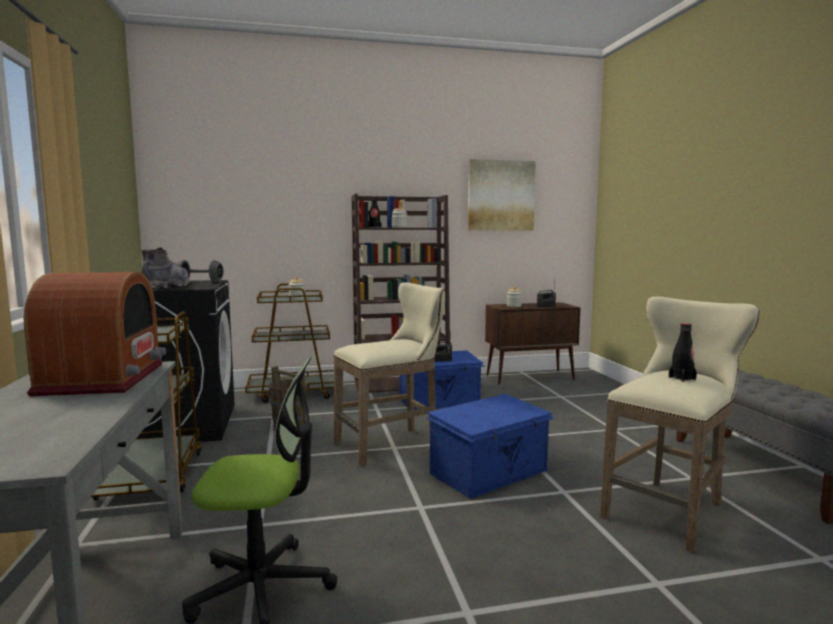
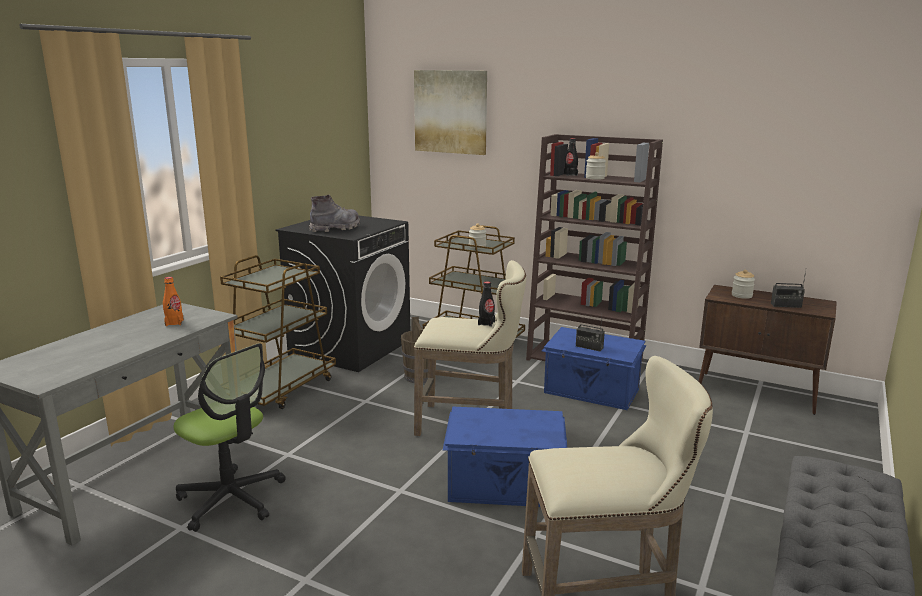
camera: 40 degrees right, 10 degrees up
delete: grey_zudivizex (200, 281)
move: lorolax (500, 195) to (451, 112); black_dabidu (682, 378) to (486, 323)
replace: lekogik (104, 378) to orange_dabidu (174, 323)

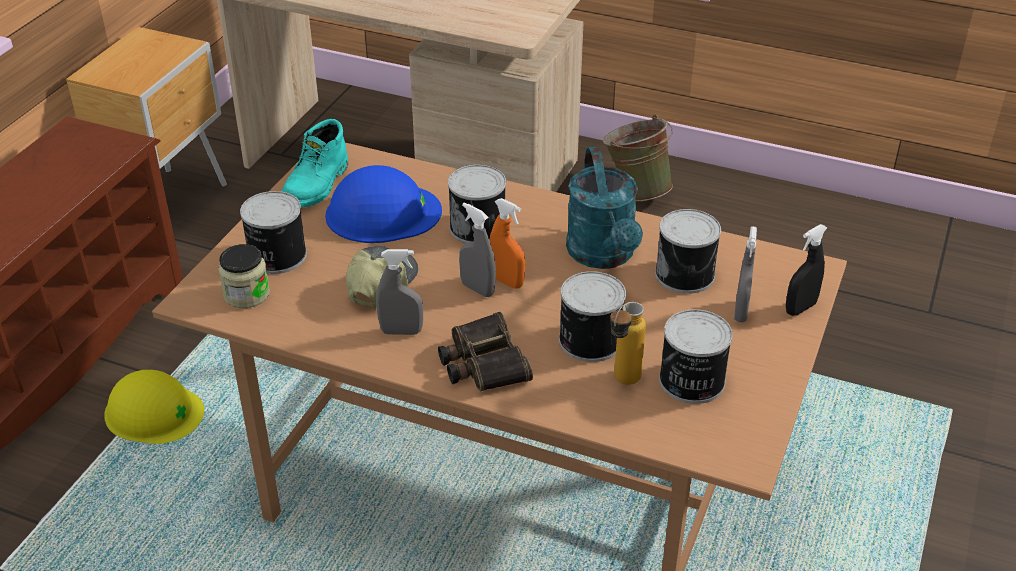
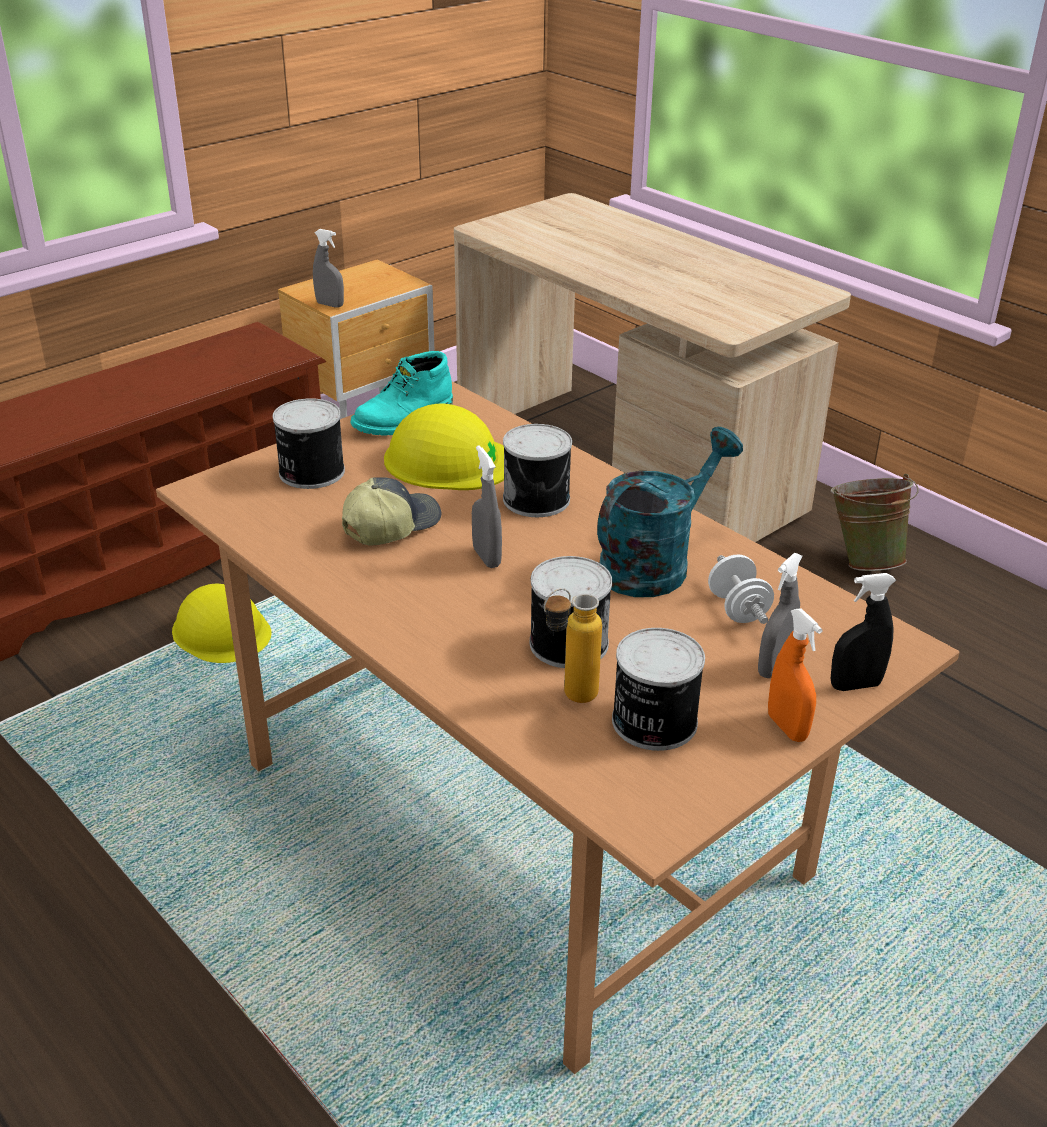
camera: 25 degrees right, 5 degrees down
delete: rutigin (246, 294); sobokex (482, 362)
move: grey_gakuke (401, 331) to (330, 305); orange_gakuke (506, 281) to (787, 727)
replace: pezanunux (686, 274) to white_zudivizex (738, 609)
recolor: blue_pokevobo (382, 213) to yellow_pokevobo (448, 460)
rotate: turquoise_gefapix (604, 256) = (655, 563) 150 degrees counterclockwise

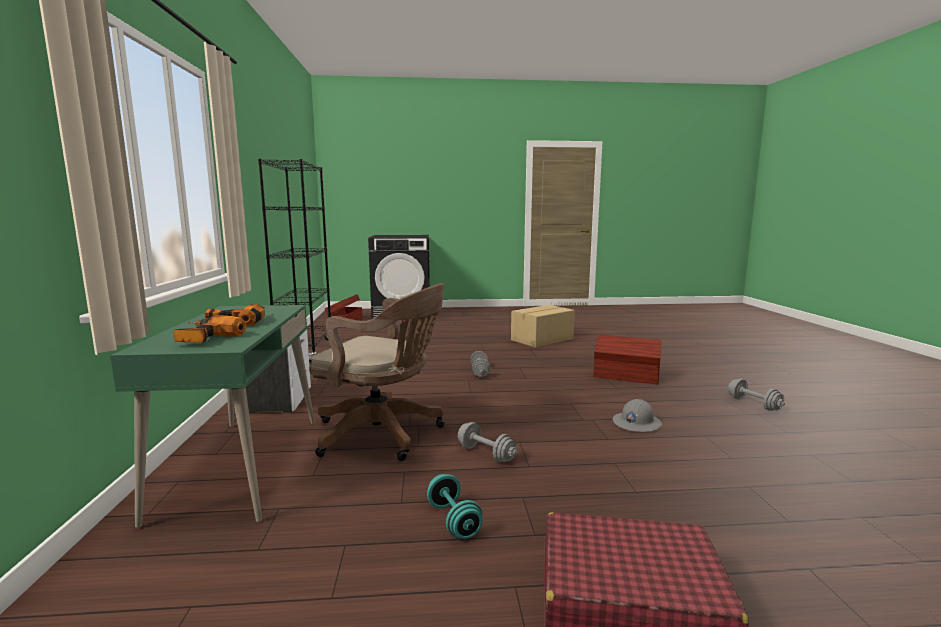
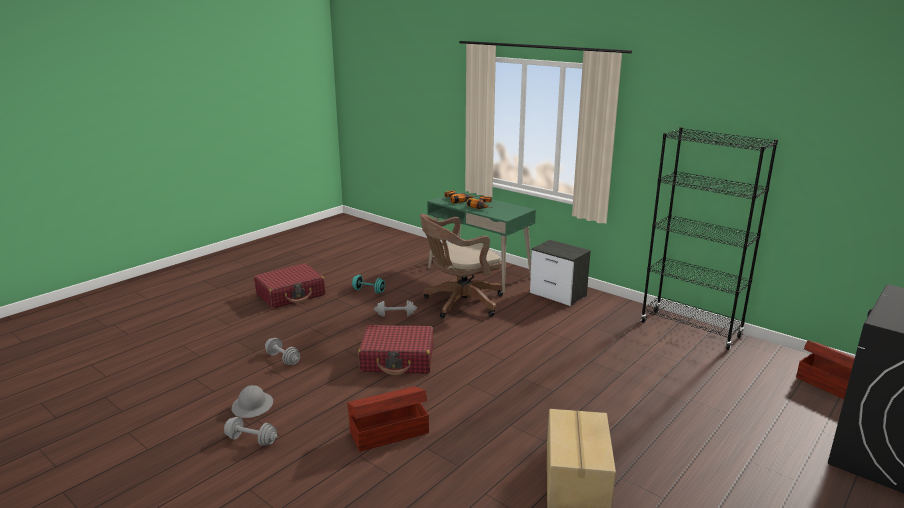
camera: 135 degrees right, 10 degrees up
insert: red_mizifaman (398, 359)
move: grey_pokevobo (636, 423) to (253, 406); grey_zudivizex (480, 372) to (283, 359)

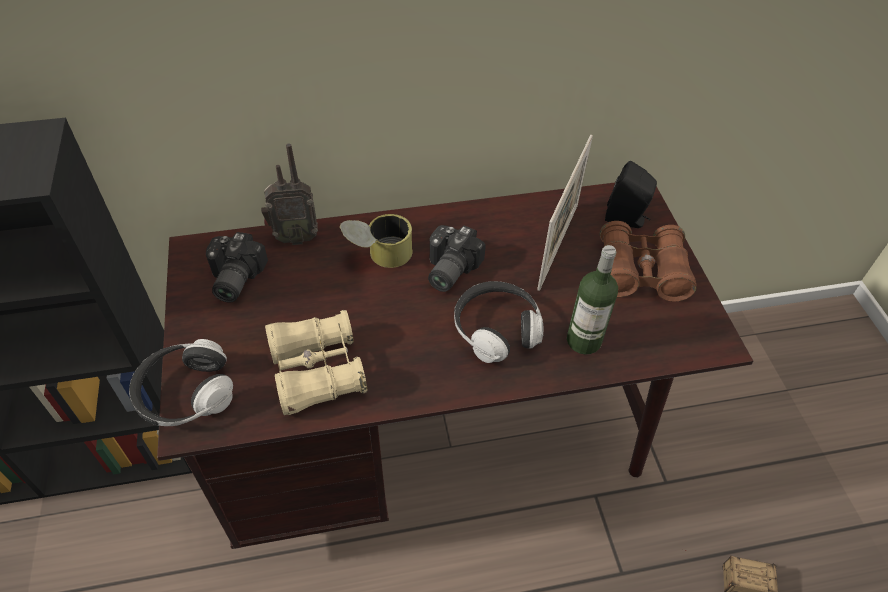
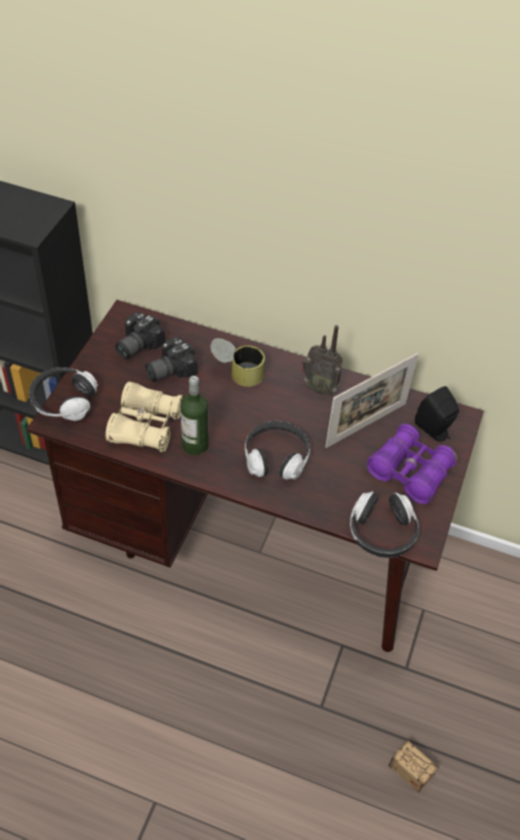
camera: 30 degrees right, 0 degrees up
insert: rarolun (382, 532)
move: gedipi (447, 269) to (168, 369); dabidu (583, 340) to (195, 445); lekogik (294, 237) to (319, 387)
recolor: brown_sobokex (640, 272) to purple_sobokex (410, 471)

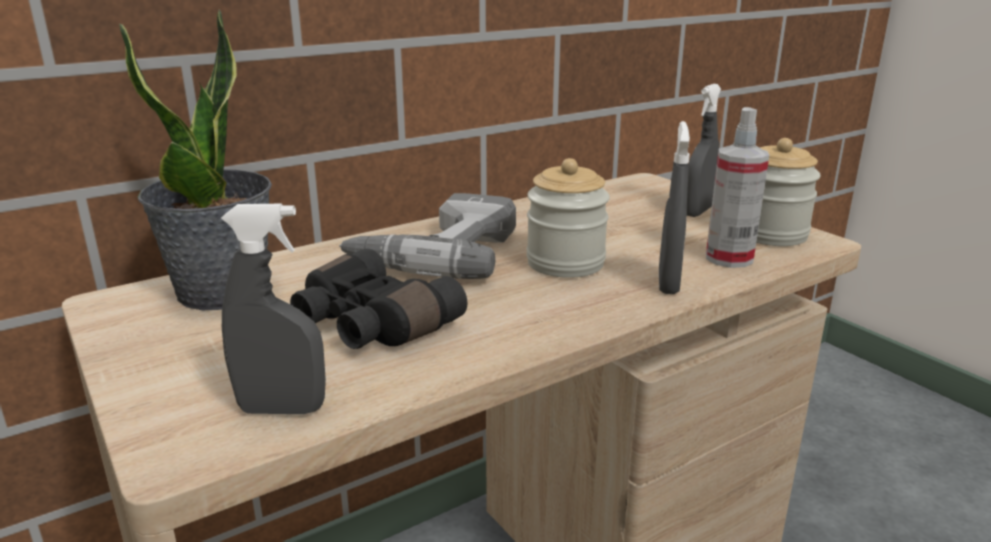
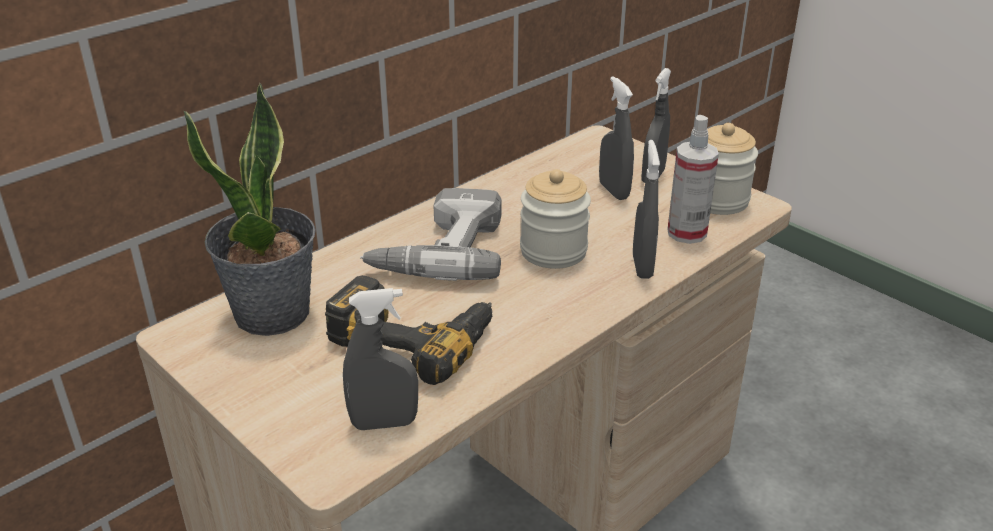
camera: 10 degrees left, 10 degrees up
insert: grey_gakuke (613, 191)
replace: black_sobokex (370, 325) to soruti (415, 336)

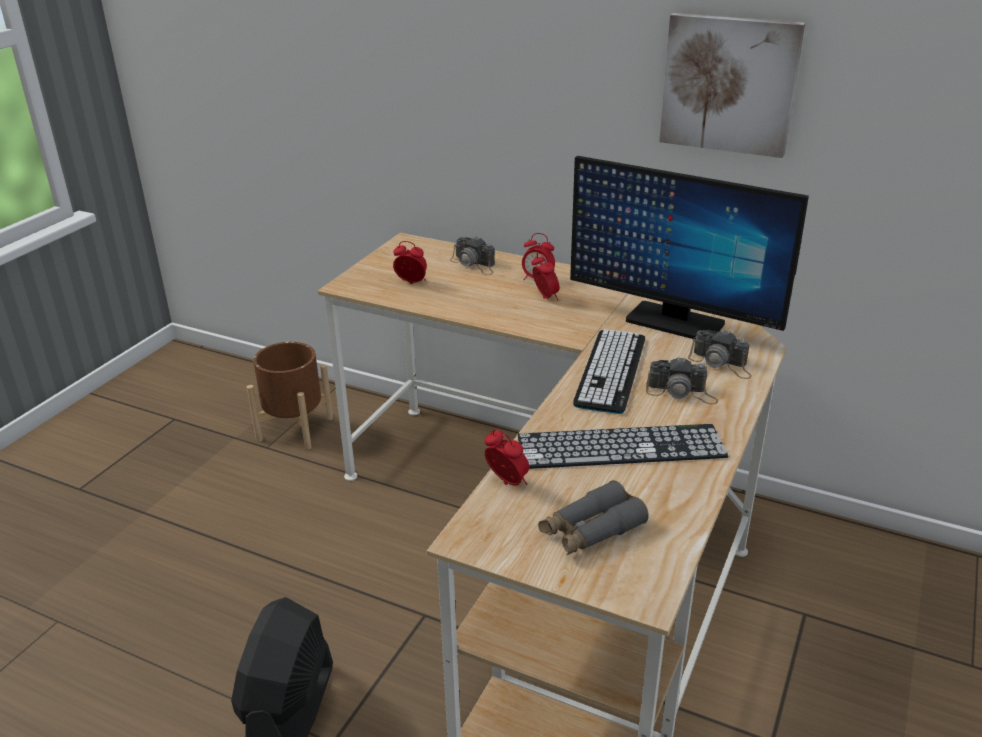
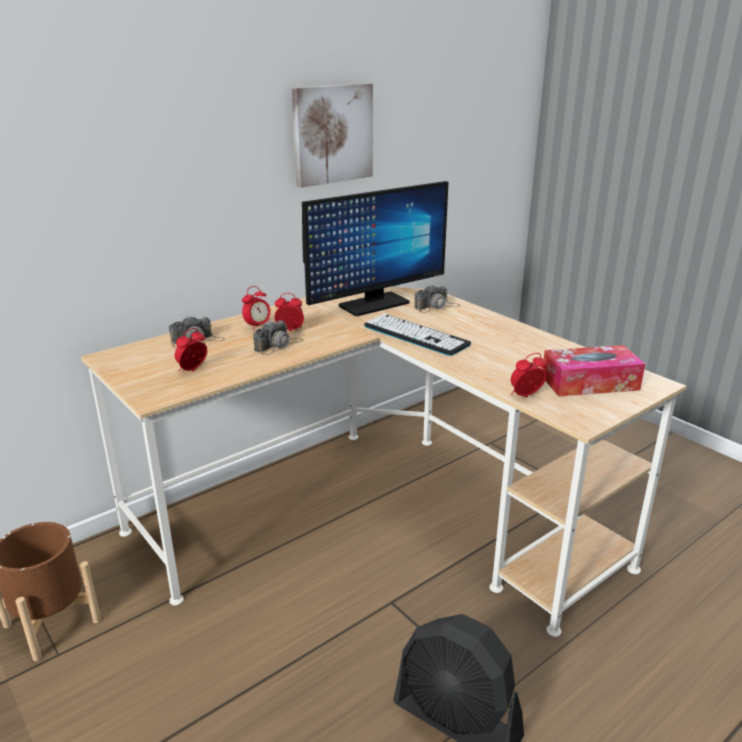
camera: 65 degrees left, 5 degrees down
delete: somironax (620, 446)
move: gedipi (681, 392) to (279, 345)
replace: grey_sobokex (591, 530) to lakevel (589, 383)

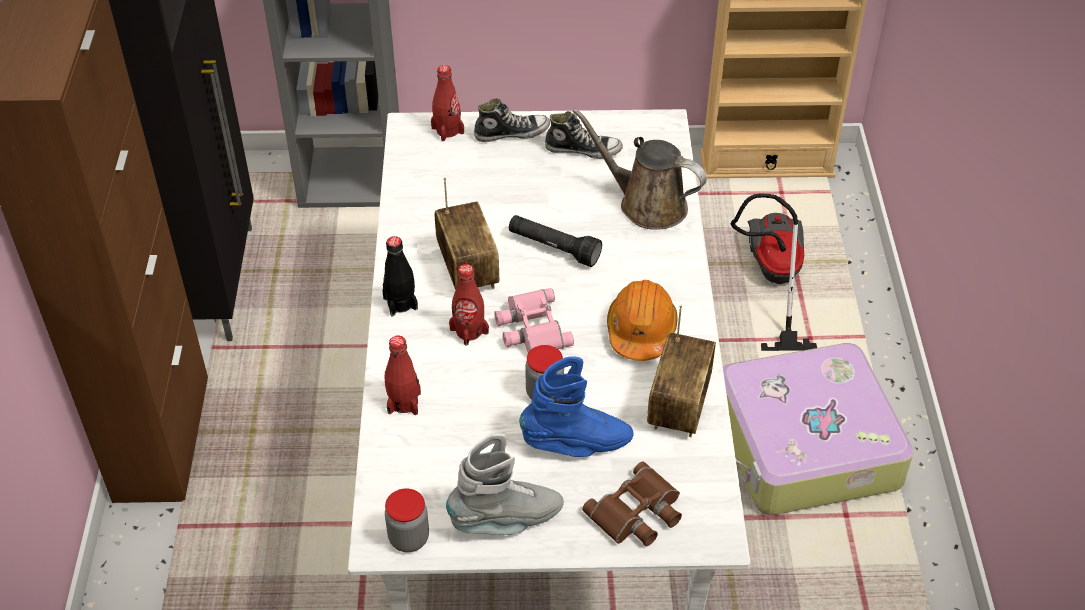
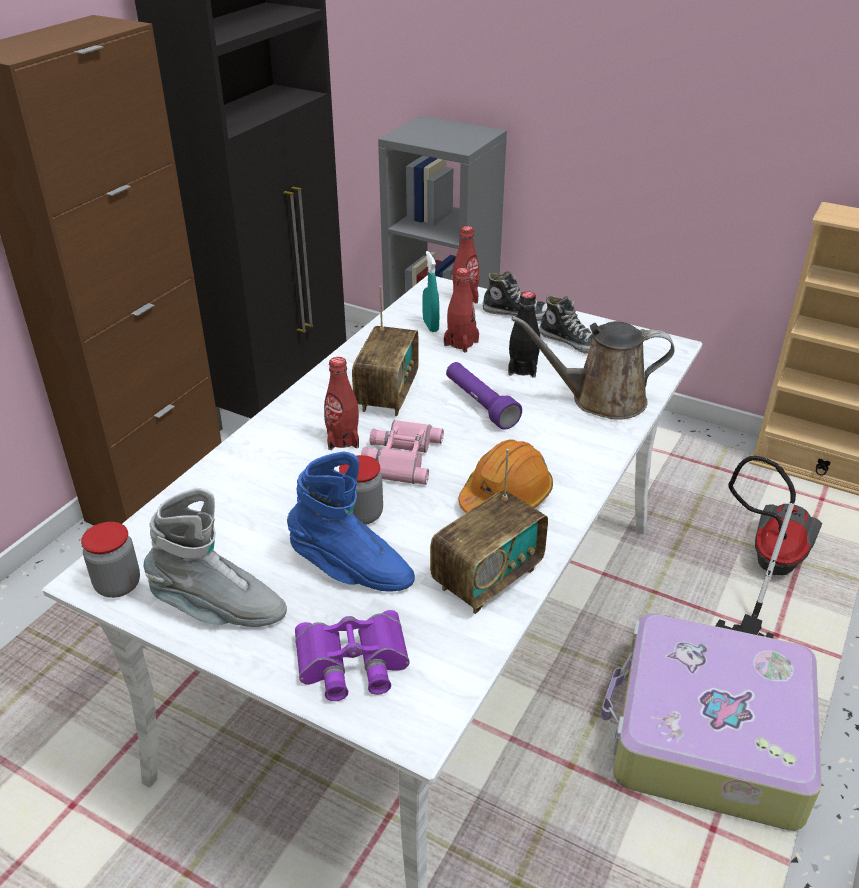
camera: 30 degrees right, 10 degrees down
insert: turquoise_gakuke (430, 326)
move: red_dabidu (404, 402) to (461, 343); black_dabidu (400, 303) to (522, 369)
recolor: brown_sobokex (637, 513) to purple_sobokex (352, 663); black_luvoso (553, 248) to purple_luvoso (480, 404)
rotate: brown_gefapix (646, 204) = (601, 400) 60 degrees counterclockwise

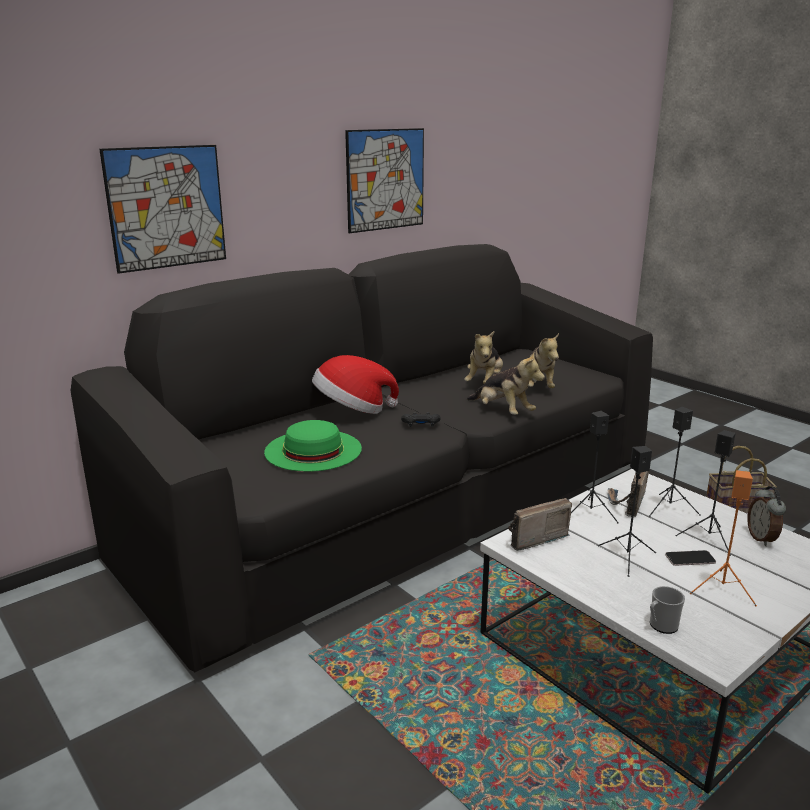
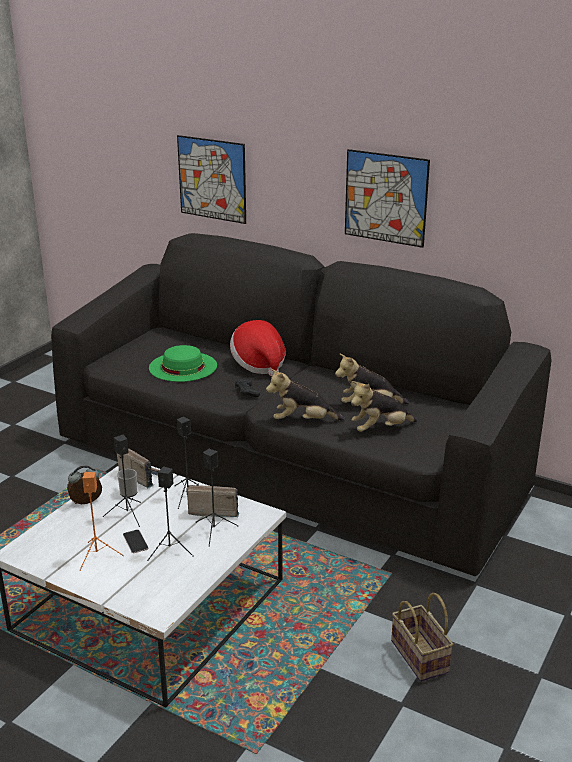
camera: 70 degrees right, 5 degrees up
move: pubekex (762, 538) to (86, 503); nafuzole (661, 626) to (127, 492)
rotate: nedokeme (503, 412) = (303, 421) 60 degrees clockwise

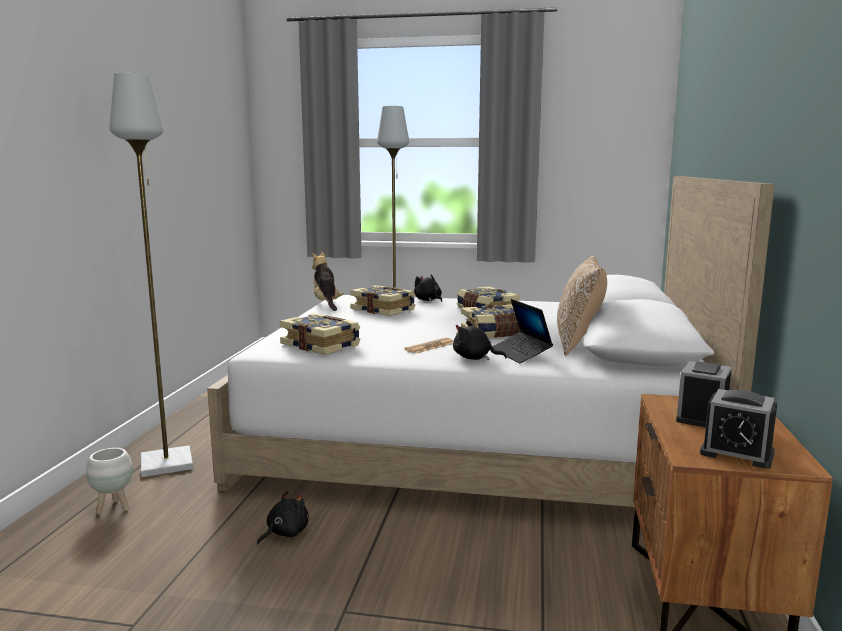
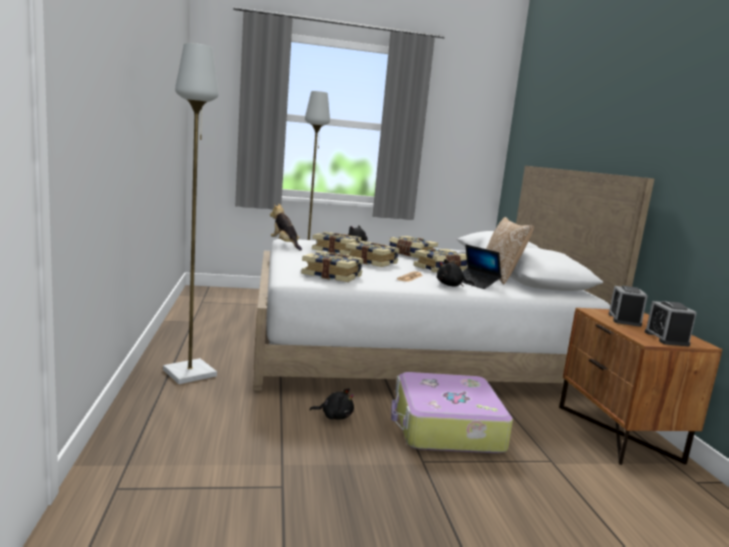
camera: 20 degrees left, 0 degrees up
delete: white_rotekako (113, 508)
insert: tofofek (371, 262); mizifaman (446, 427)
rotate: black_nedokeme (285, 533) = (334, 416) 75 degrees clockwise; pubekex (737, 453) = (666, 338) 75 degrees clockwise

